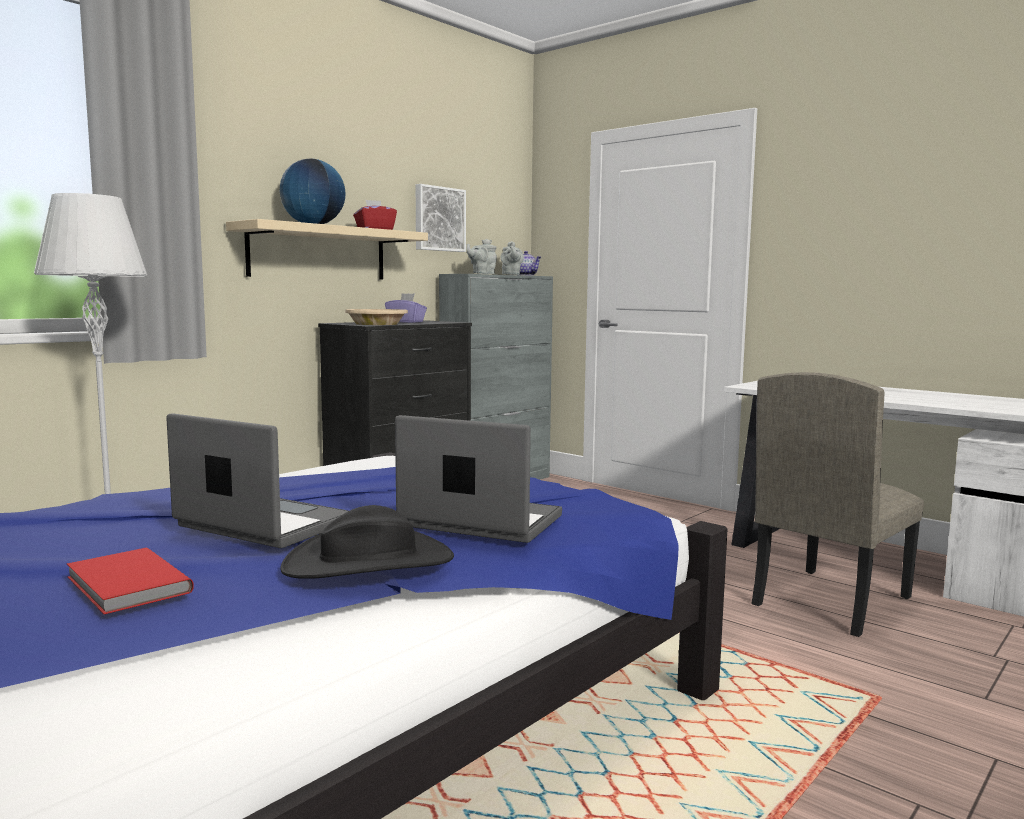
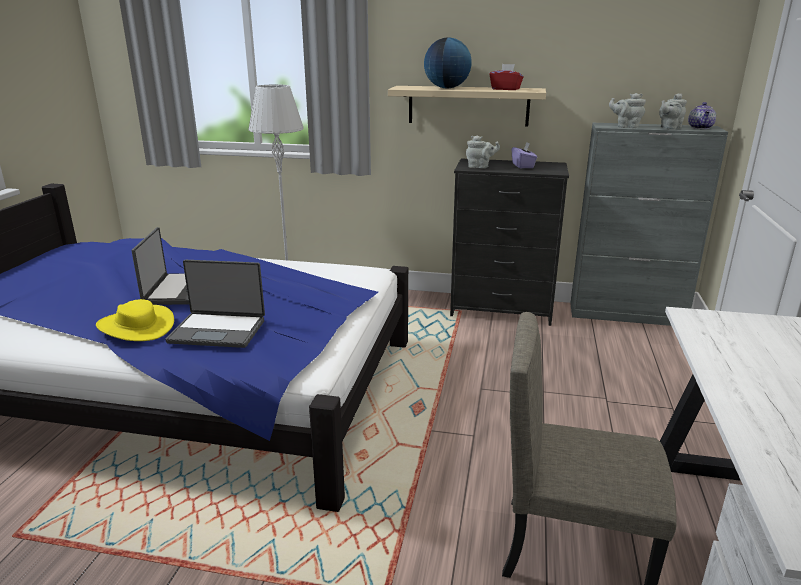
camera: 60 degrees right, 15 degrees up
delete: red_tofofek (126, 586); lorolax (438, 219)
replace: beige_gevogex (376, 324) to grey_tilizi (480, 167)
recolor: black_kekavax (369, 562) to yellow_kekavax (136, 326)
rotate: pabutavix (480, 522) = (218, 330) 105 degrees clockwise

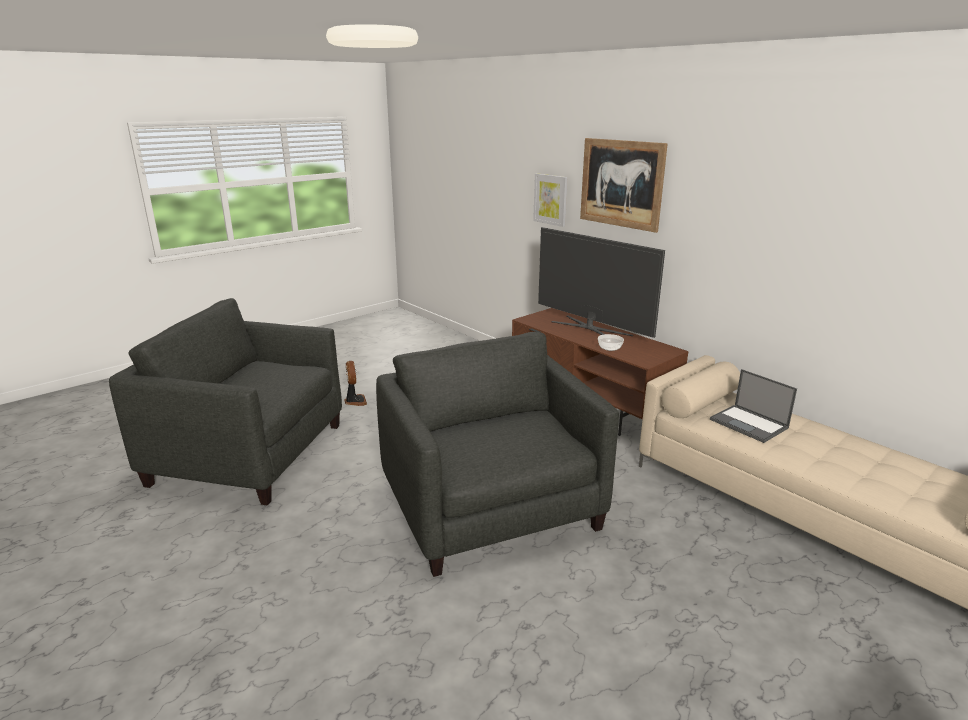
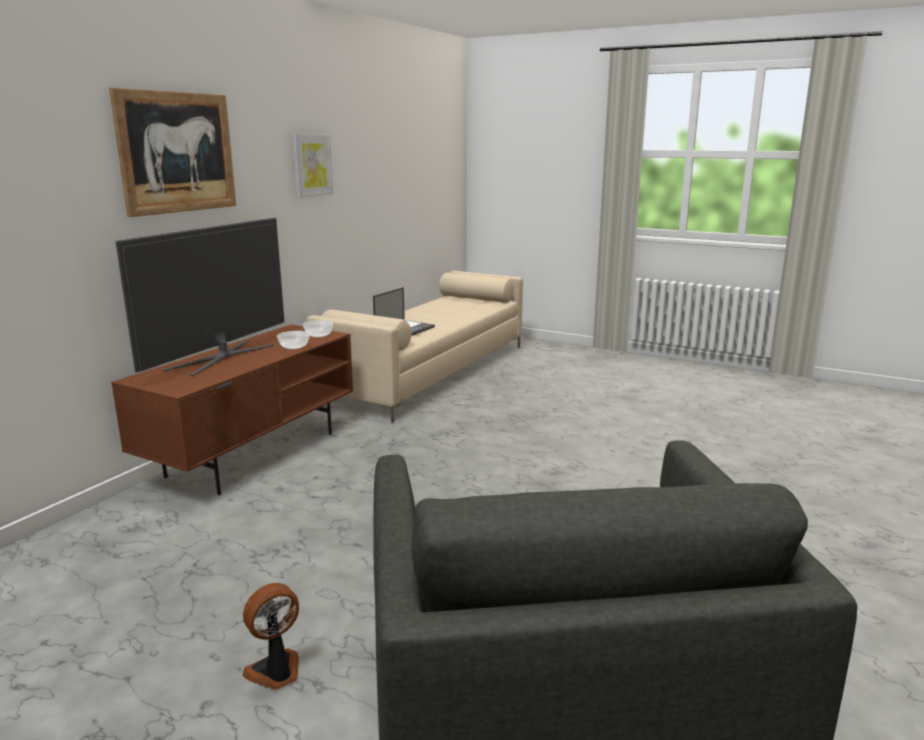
camera: 110 degrees left, 5 degrees down
delete: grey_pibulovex (491, 507)
insert: gevogex (318, 335)
move: lorolax (551, 199) to (312, 165)

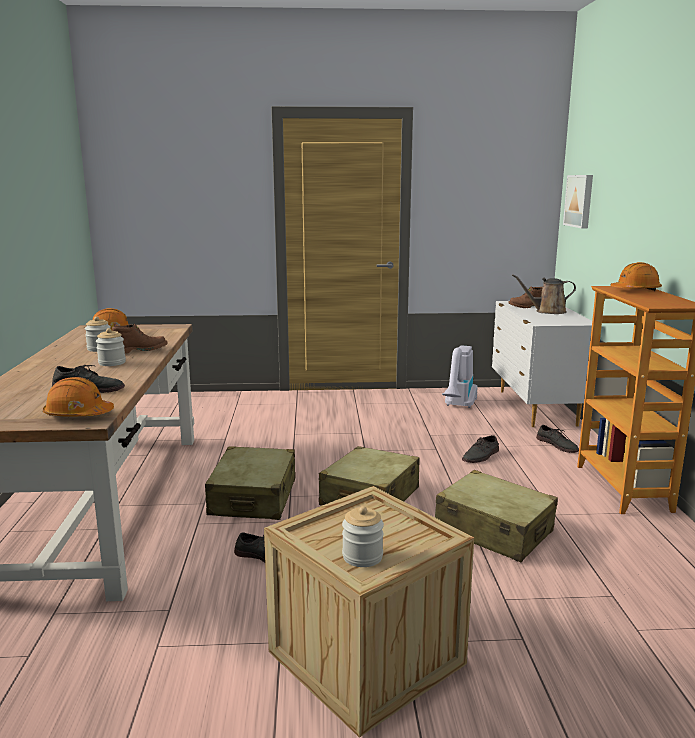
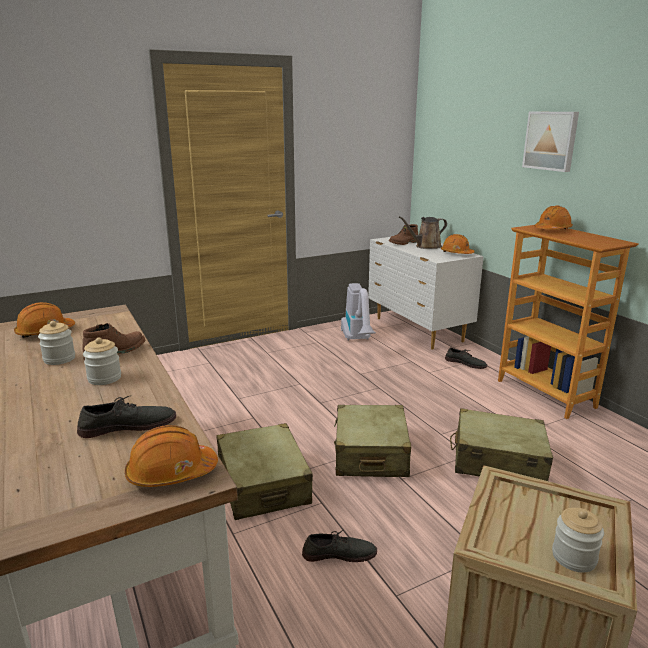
camera: 25 degrees left, 5 degrees up
delete: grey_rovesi (481, 456)
insert: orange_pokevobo (456, 253)
move: lorolax (580, 201) to (551, 140)

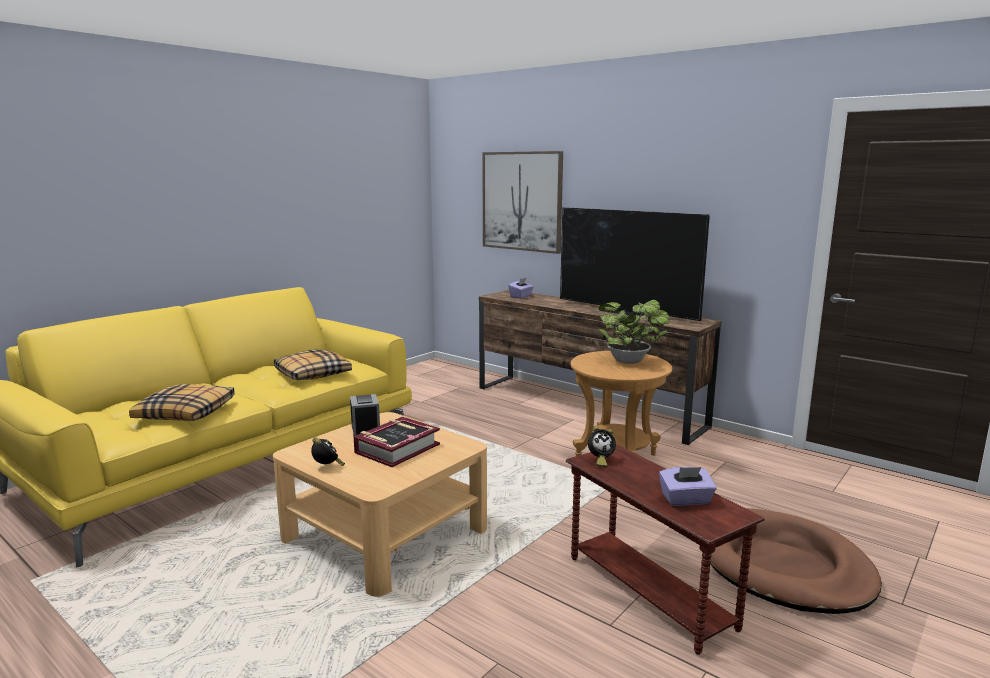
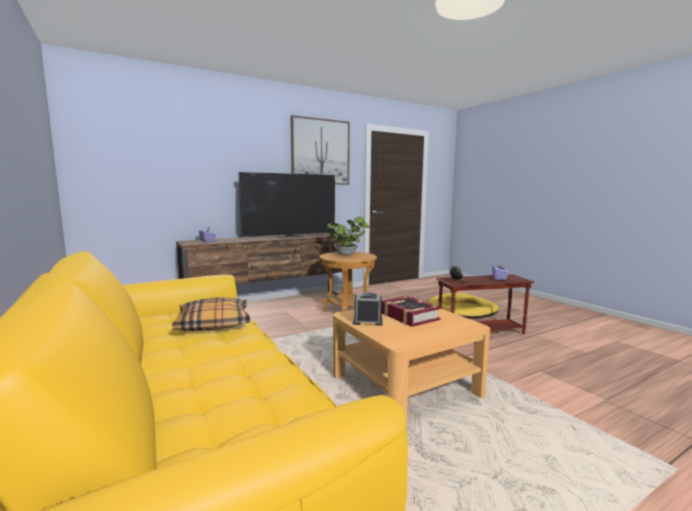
camera: 70 degrees left, 5 degrees down
delete: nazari (186, 413); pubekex (327, 467)
move: lorolax (522, 201) to (320, 152)
recolor: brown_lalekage (784, 566) to yellow_lalekage (463, 309)

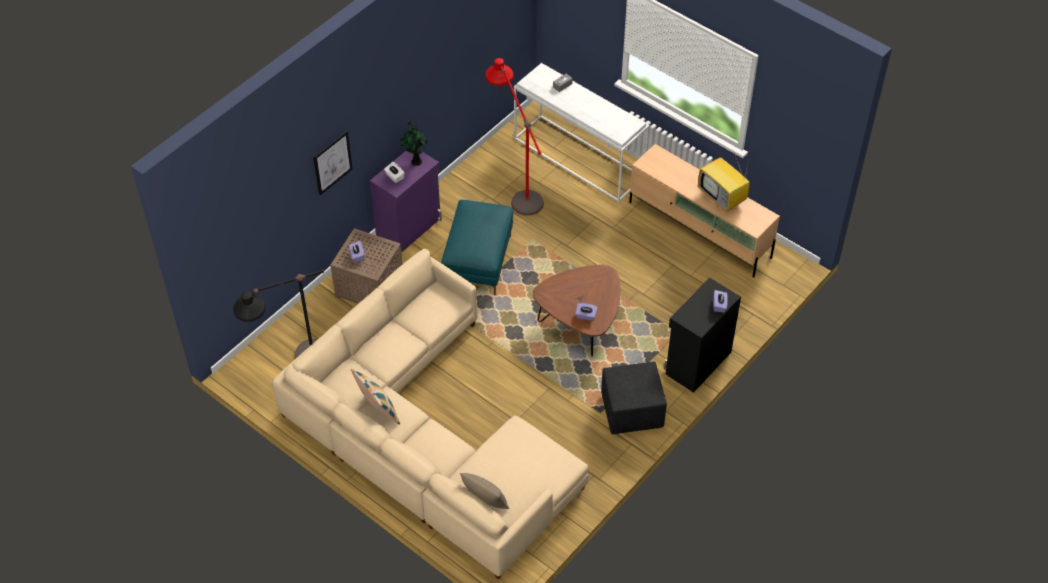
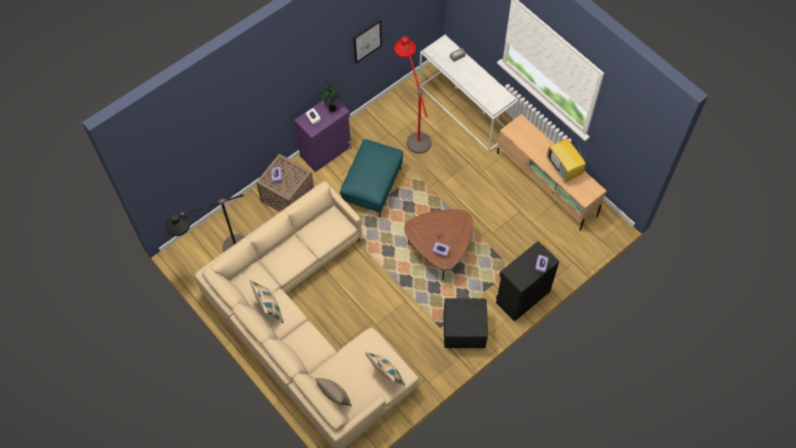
camera: 10 degrees right, 10 degrees up
insert: nazari (385, 375)
move: lorolax (332, 162) to (367, 41)

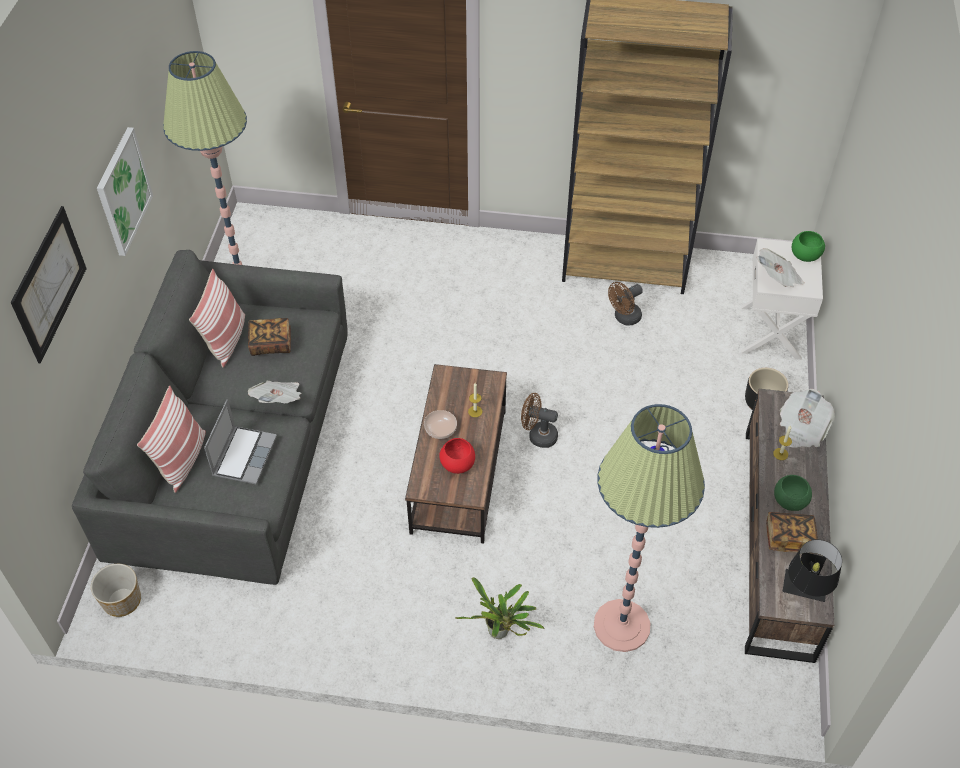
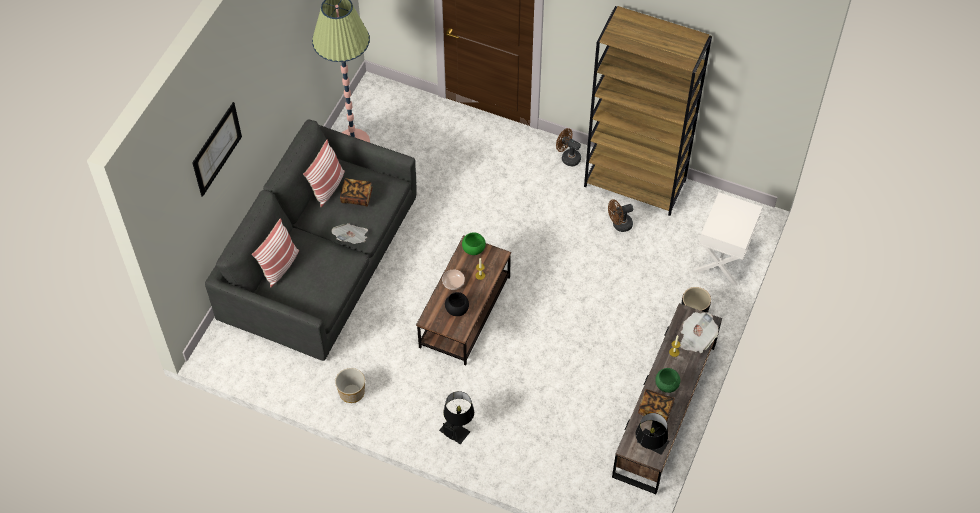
camera: 15 degrees right, 5 degrees up
delete: lorolax (123, 191); pabutavix (244, 455); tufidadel (621, 625); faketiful (778, 278)
move: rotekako (121, 601) to (351, 392); green_gevogex (805, 256) to (473, 249); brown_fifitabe (538, 435) to (568, 157)
replace: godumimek (500, 633) to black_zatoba (458, 426)
recolor: red_gevogex (458, 463) to black_gevogex (457, 309)

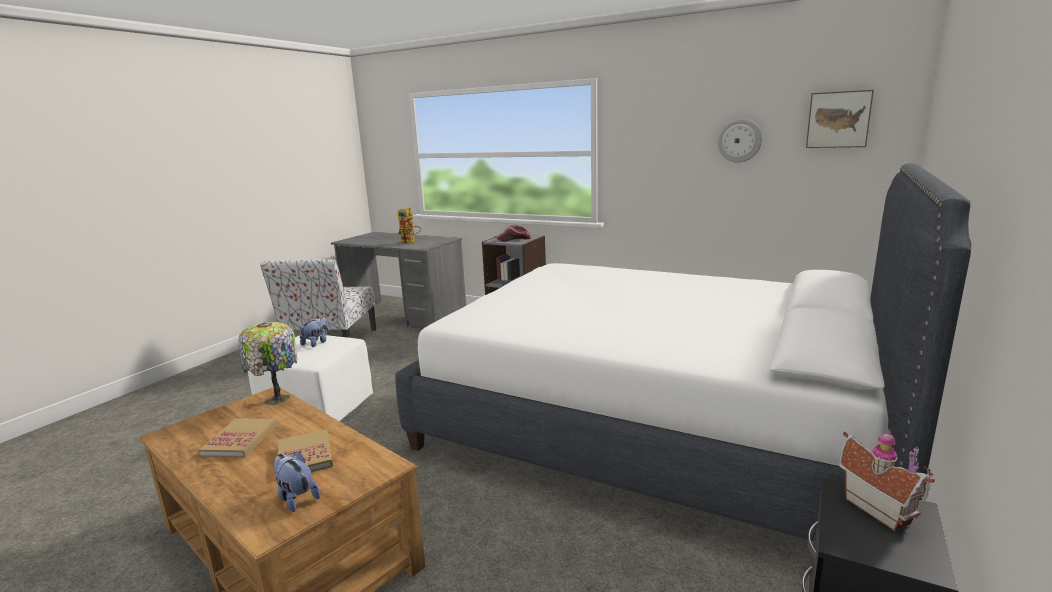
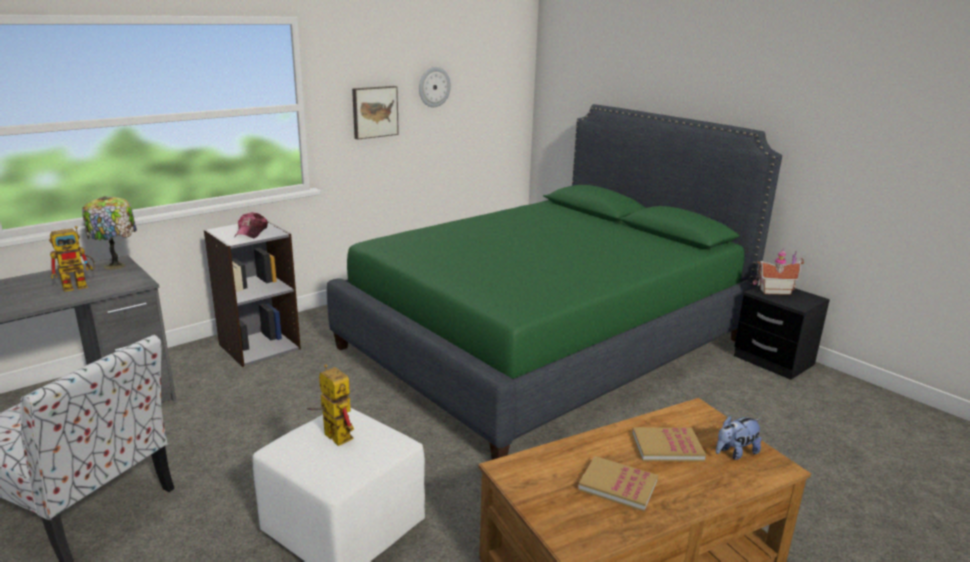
camera: 70 degrees left, 5 degrees up
move: zatoba (277, 400) to (117, 266); lorolax (838, 119) to (374, 111)
replace: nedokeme (316, 343) to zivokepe (332, 435)
recolor: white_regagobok (654, 425) to green_regagobok (546, 343)

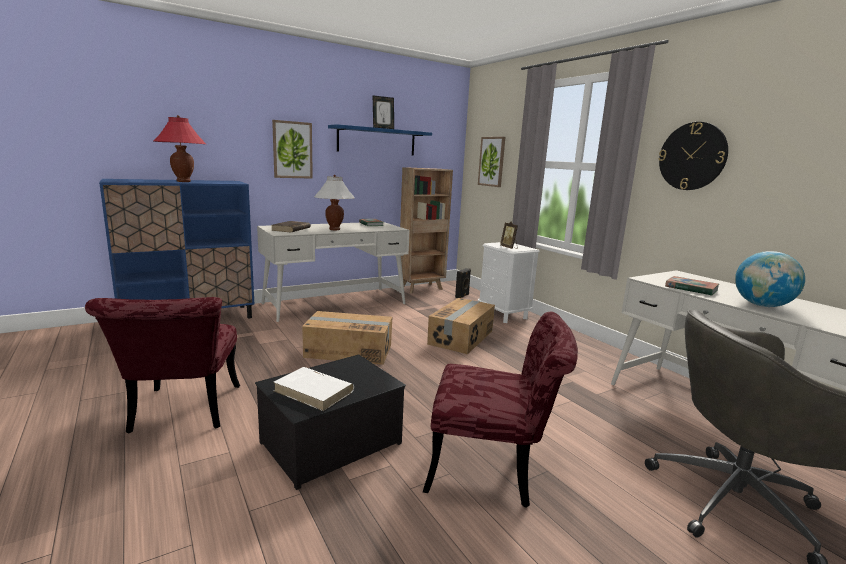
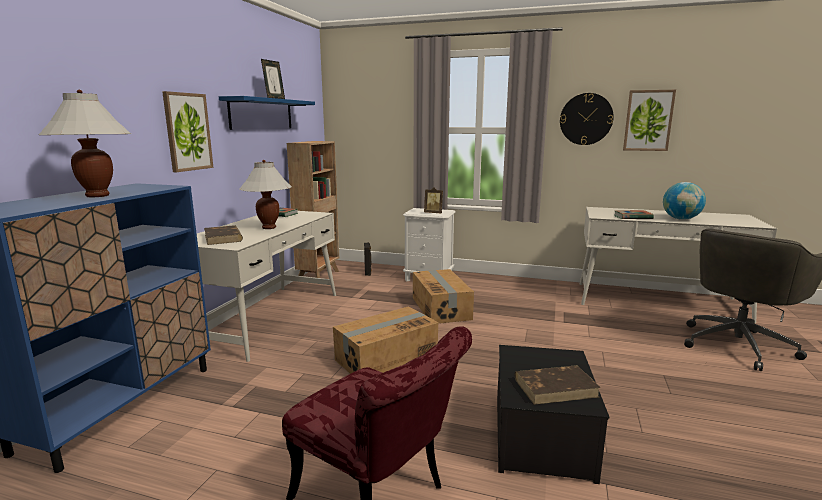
camera: 40 degrees left, 0 degrees up
delete: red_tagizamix (493, 469)
move: lorolax (492, 161) to (648, 120)
recolor: red_zatoba (183, 181) to white_zatoba (98, 196); white_tofofek (314, 391) to brown_tofofek (556, 387)

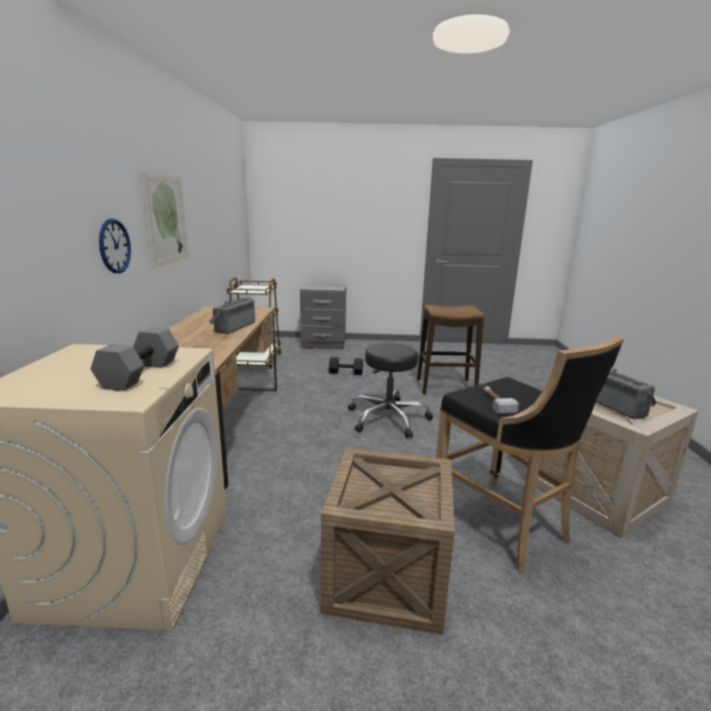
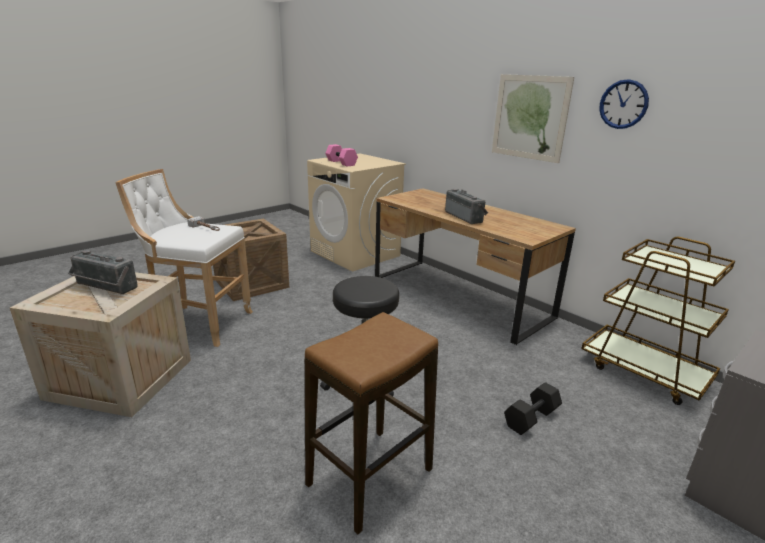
camera: 135 degrees right, 5 degrees up
move: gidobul (114, 246) to (623, 104)
recolor: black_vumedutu (504, 526) to white_vumedutu (199, 323); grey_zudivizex (141, 374) to pink_zudivizex (340, 163)

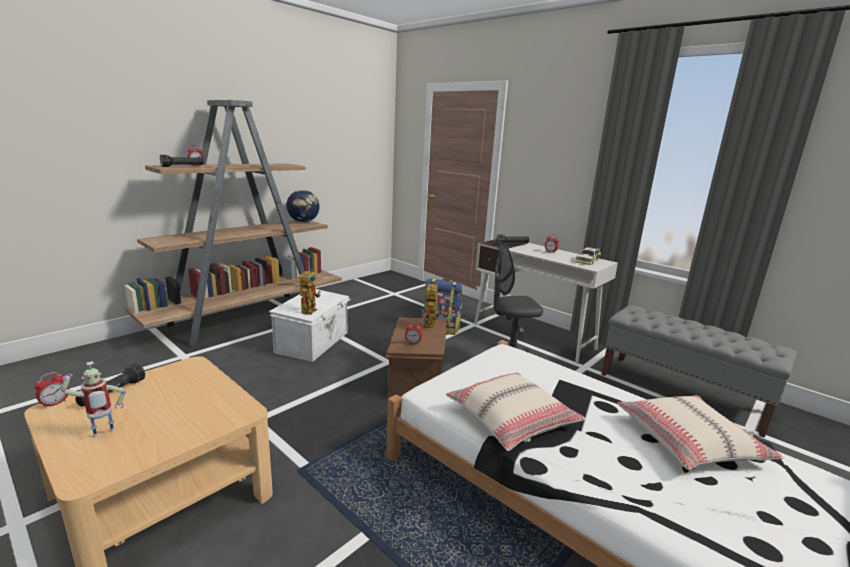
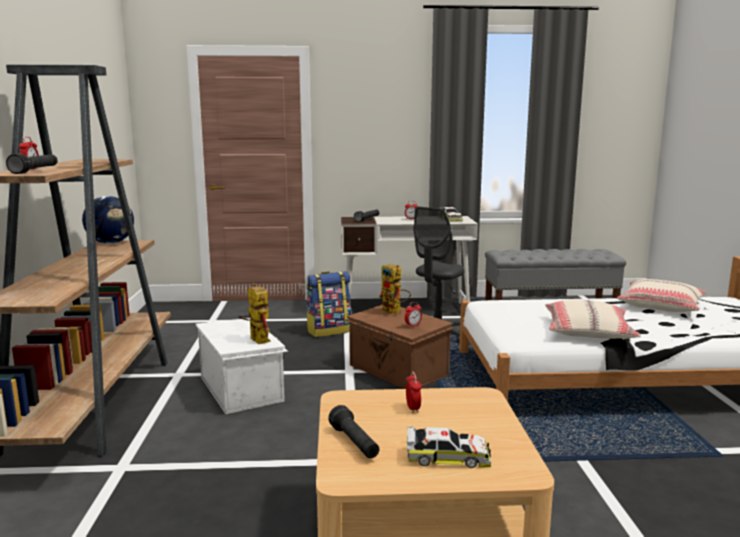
camera: 45 degrees left, 5 degrees down
move: pubekex (55, 403) to (413, 408)
replace: zivokepe (103, 435) to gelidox (447, 457)

